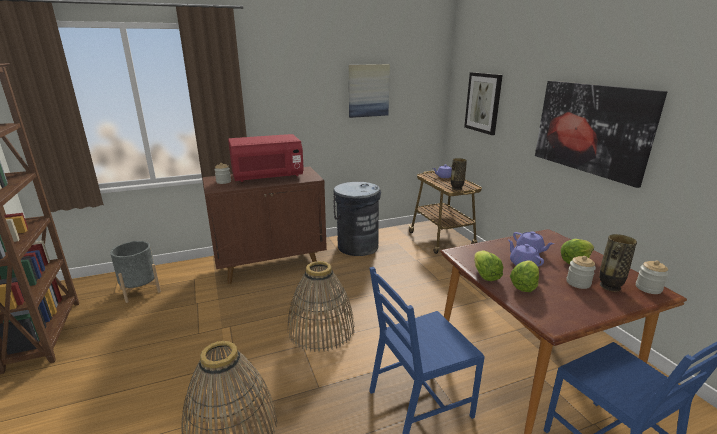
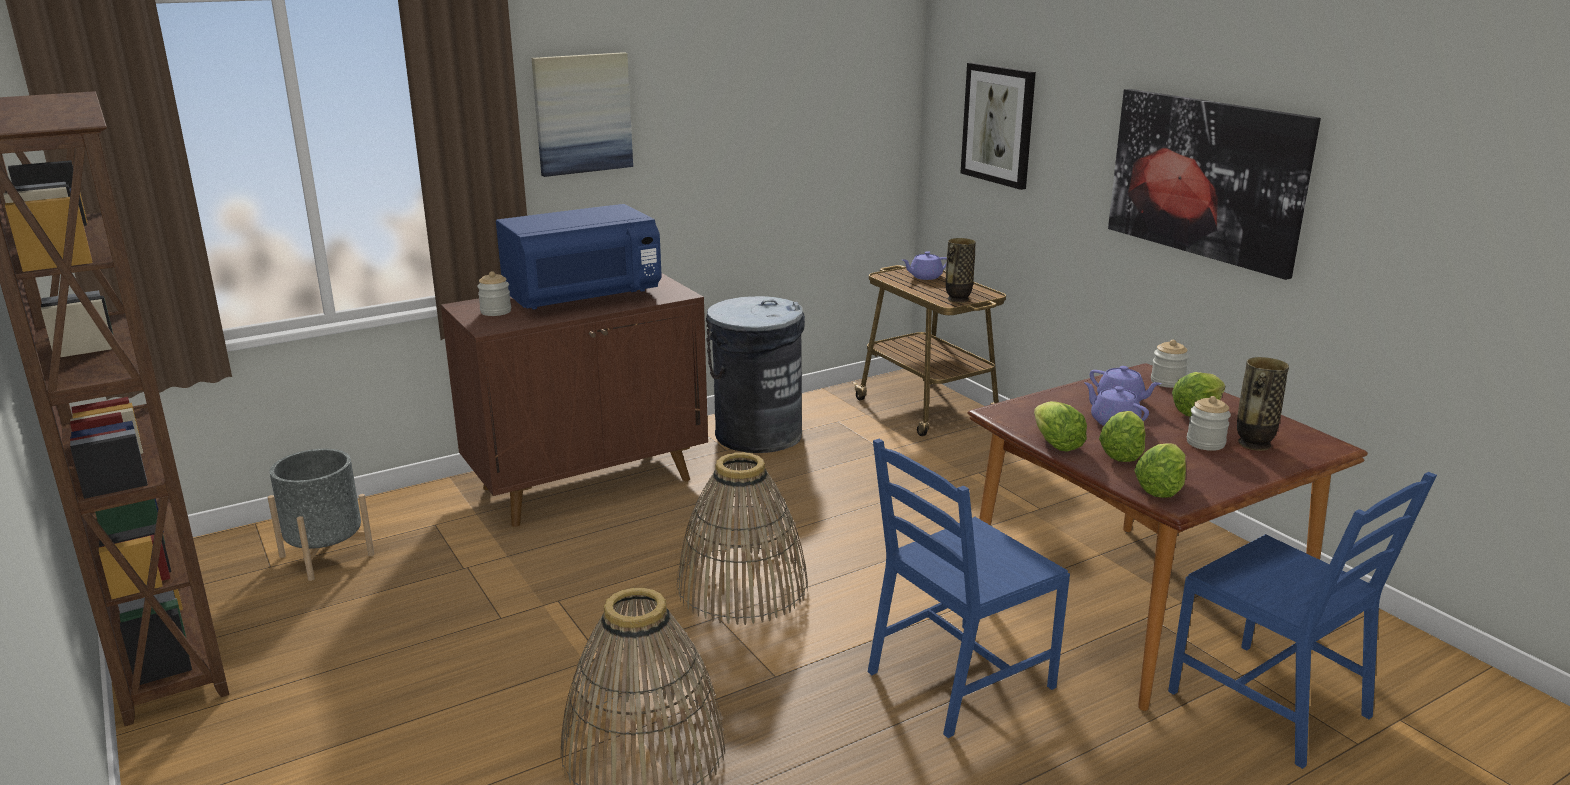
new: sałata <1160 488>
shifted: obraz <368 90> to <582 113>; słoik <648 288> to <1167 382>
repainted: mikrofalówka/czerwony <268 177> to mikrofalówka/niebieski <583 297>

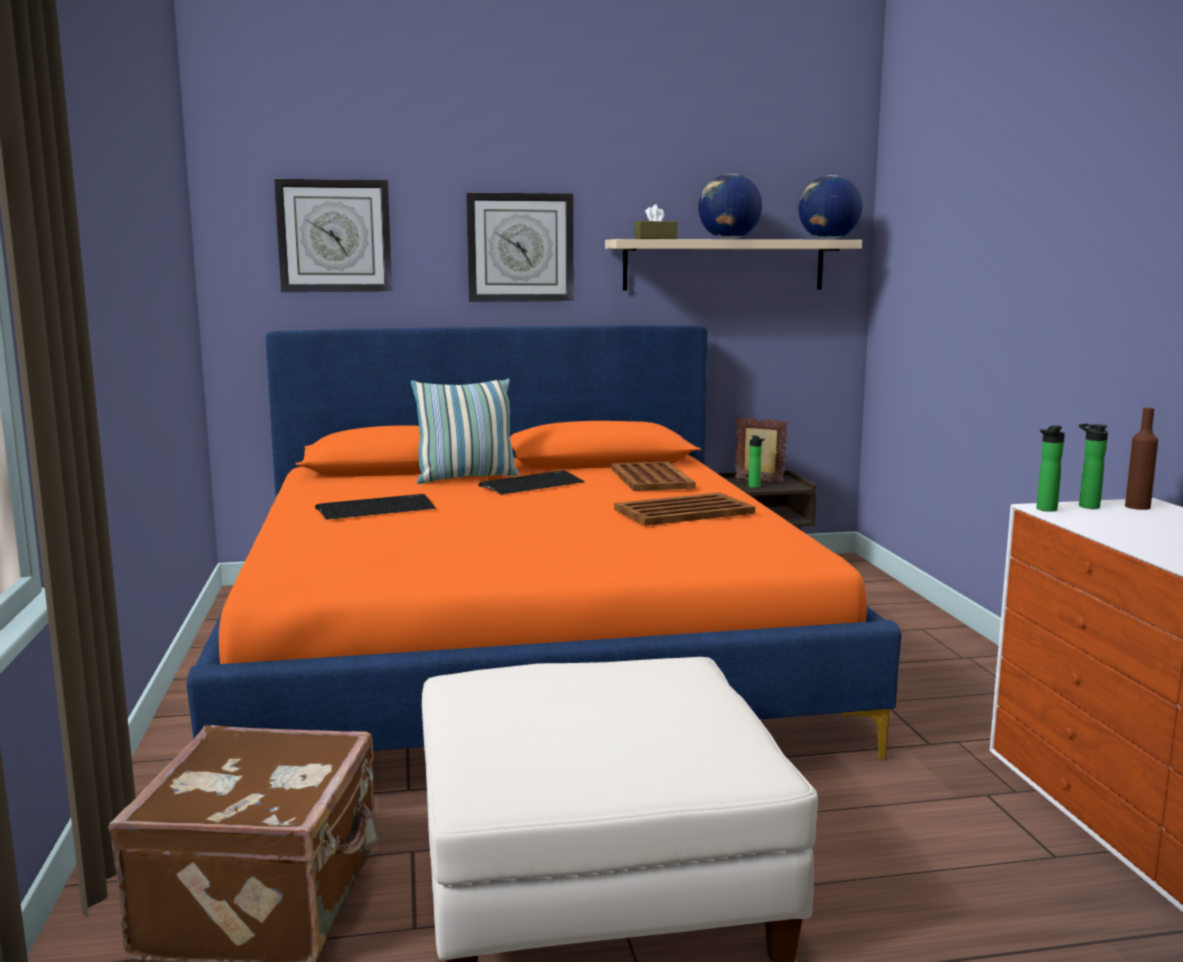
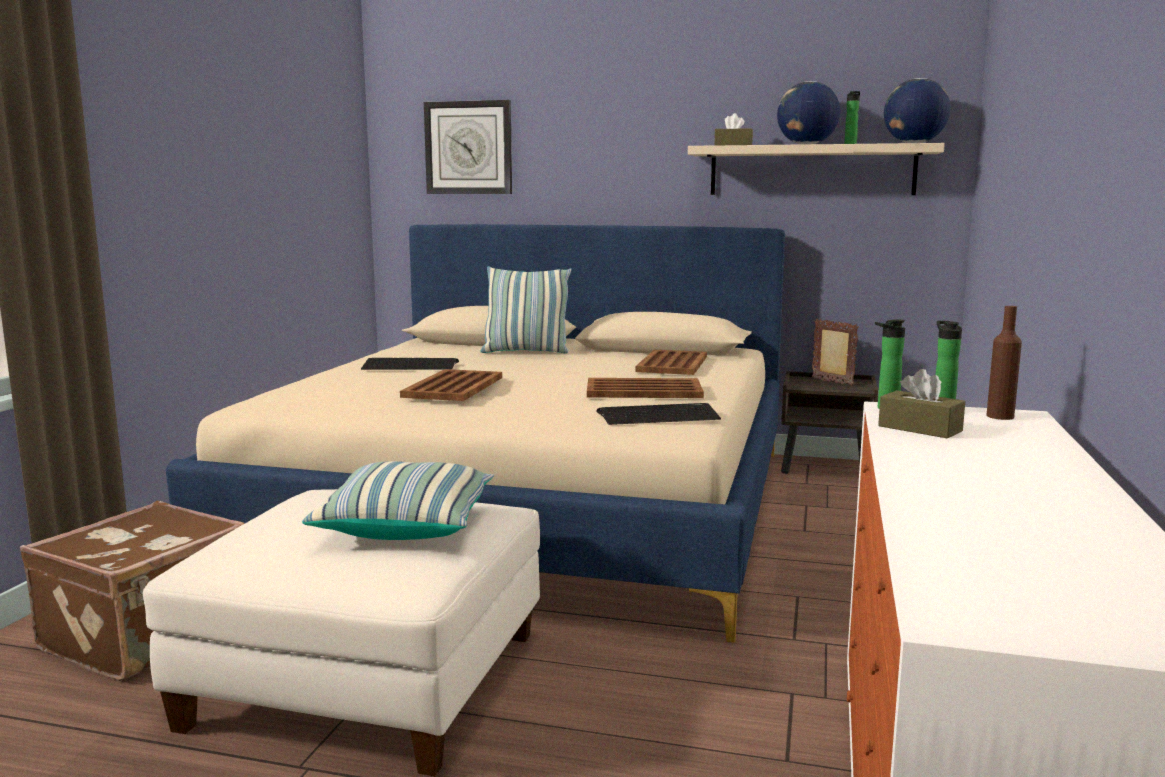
gone: zegar ścienny <520 248>
new: poduszka <406 525>; taca/brązowy <454 387>; pudełko chusteczek/brązowy <920 428>
shifted: klawiatura <532 484> to <658 416>; butelka <755 487> to <851 144>
repainted: łóżko/pomarańczowy <523 653> to łóżko/beżowy <532 505>

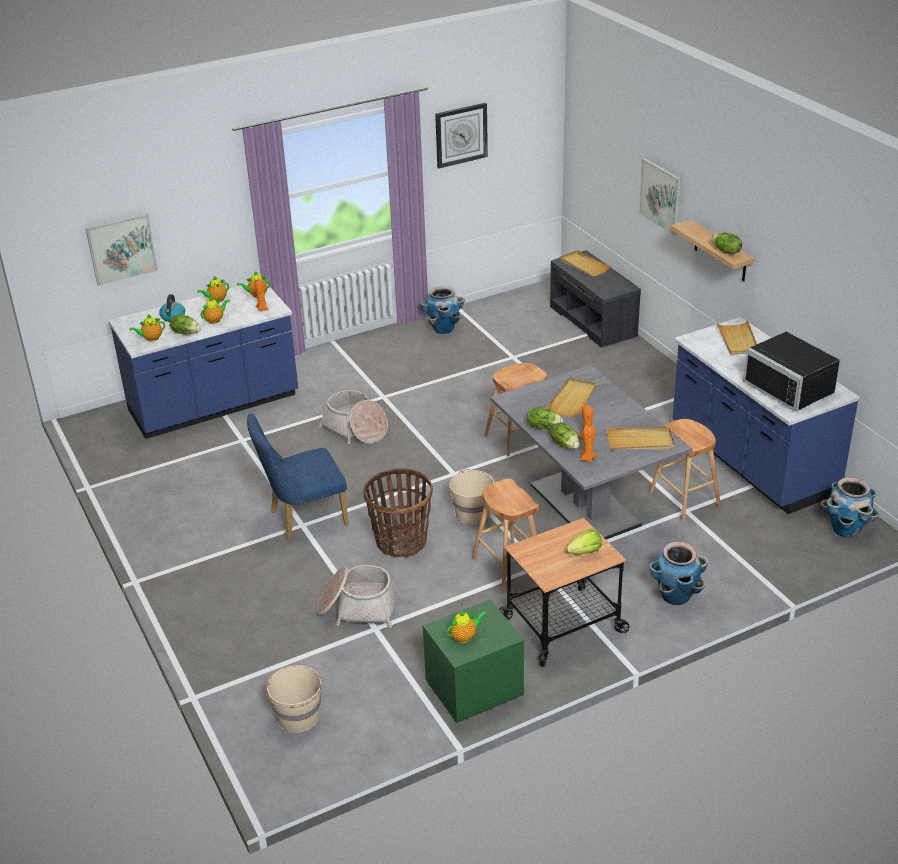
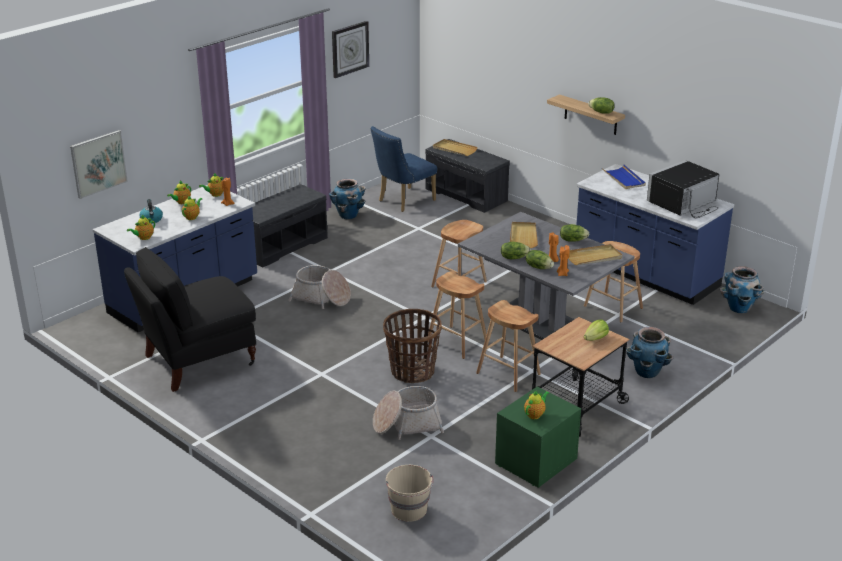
gone: obraz <660 196>
new: krzesło/czarny <198 360>; ławka/szary <283 245>
shifted: sałata <186 332> to <572 240>; krzesło/niebieski <303 518> to <403 201>
swapped: wiadro/beżowy <473 513> to stołek/brązowy <457 342>
repainted: taca/beżowy <737 340> to taca/niebieski <624 179>
rotated: mikrofalówka/czarny <792 387> = <684 204> 105 degrees clockwise

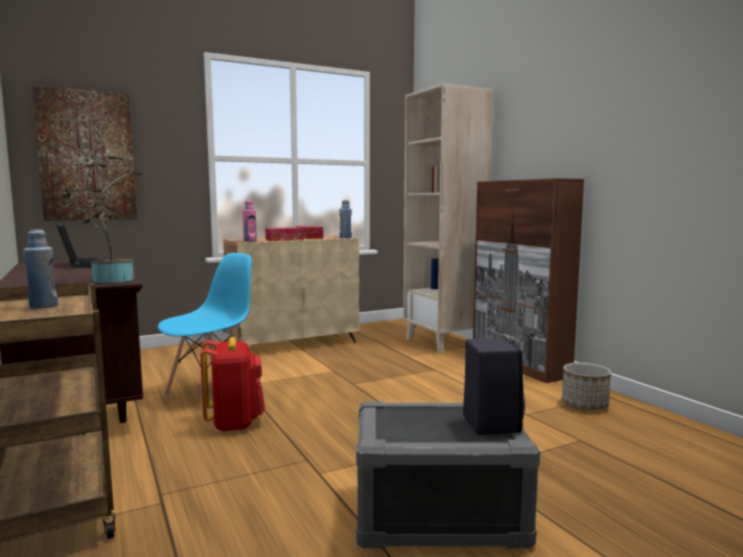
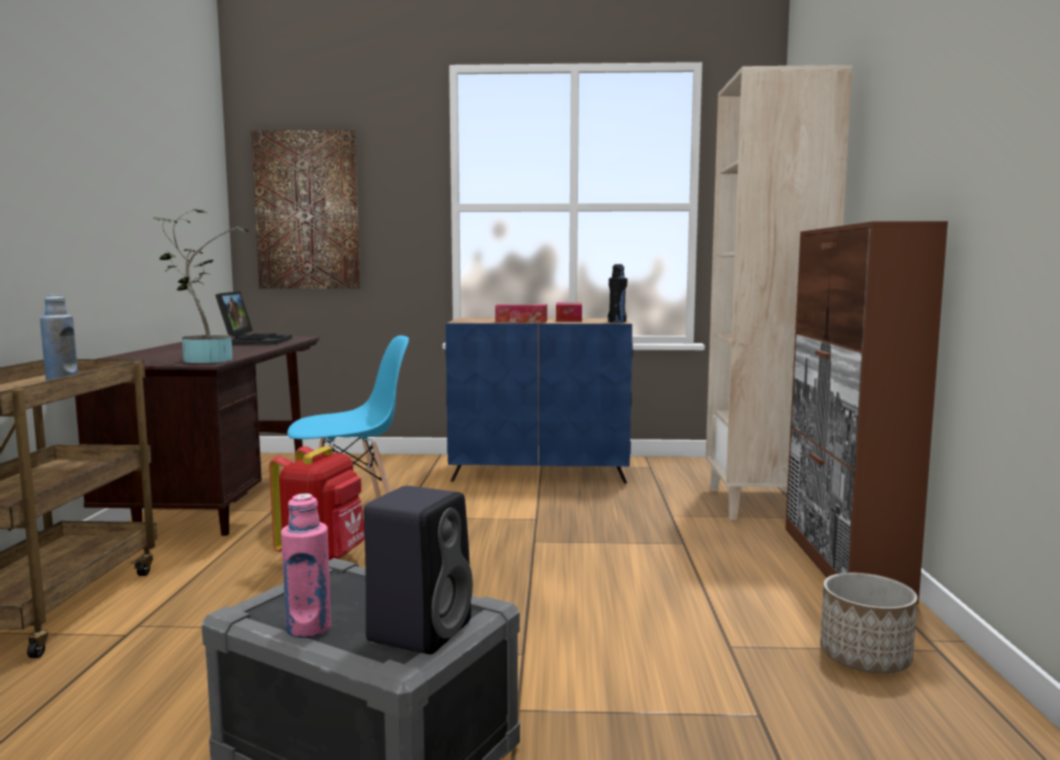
shifted: butelka/różowy <250 241> to <308 628>
repainted: szafka/beżowy <294 343> to szafka/niebieski <540 472>; butelka/niebieski <345 237> to butelka/czarny <617 322>

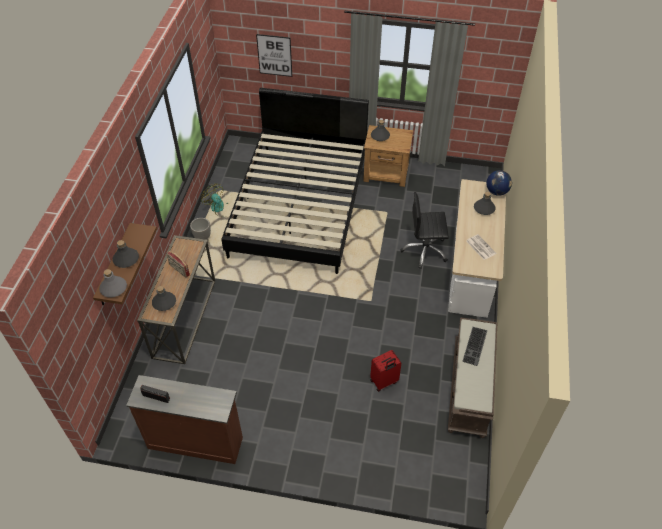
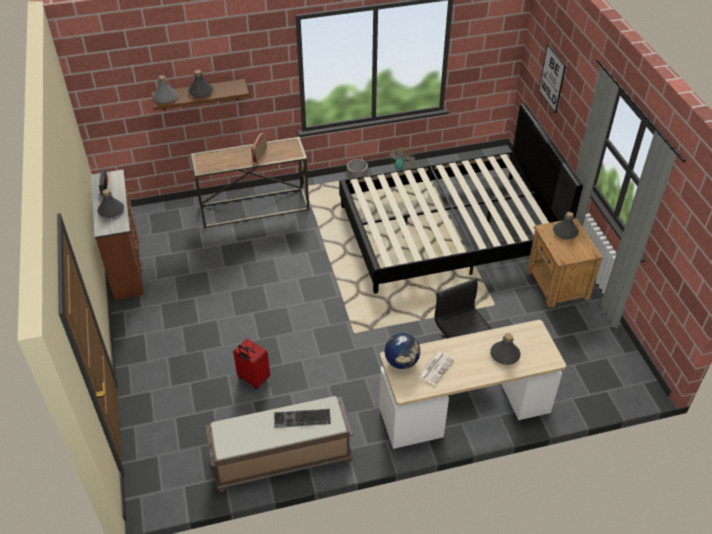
shifted: butelka/szary <164 302> to <111 210>; globus <497 191> to <402 362>

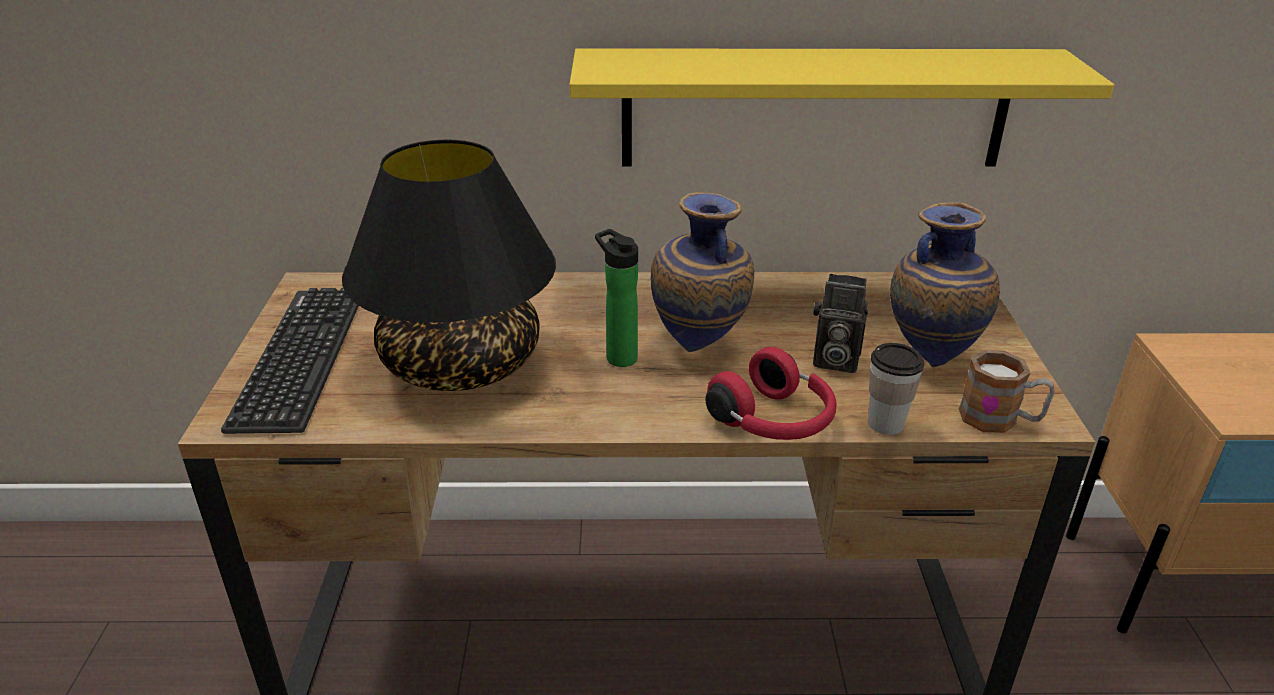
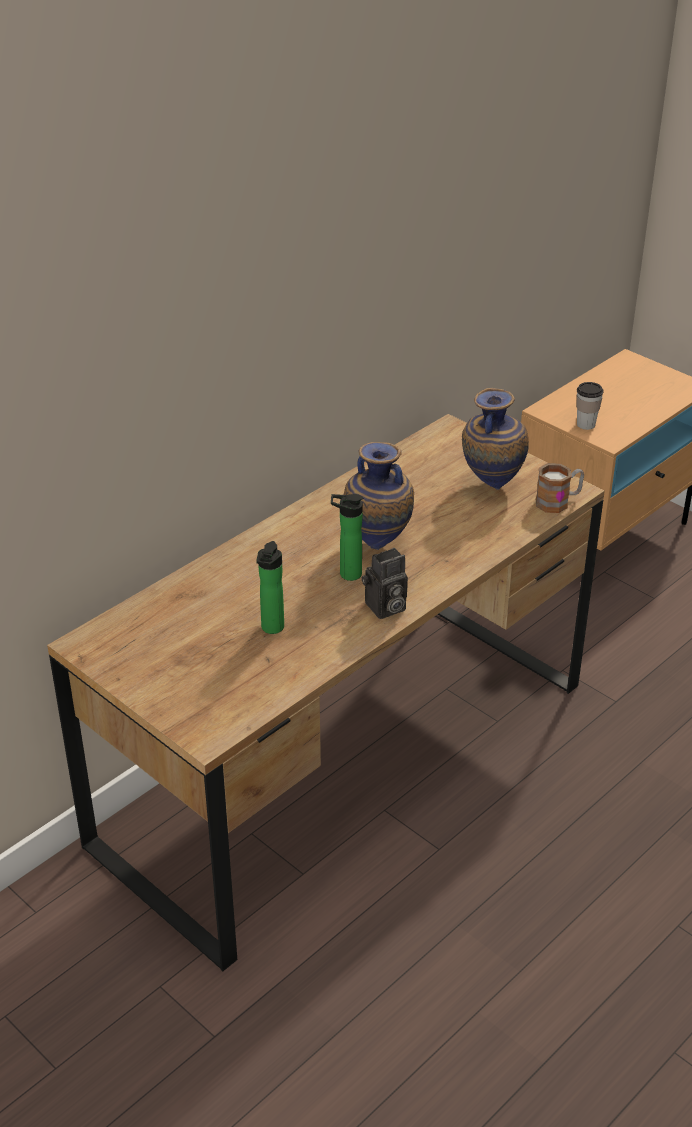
gone: klawiatura <300 357>; półka/żółty <814 108>; słuchawki/czerwony <774 421>
shifted: aparat fotograficzny <833 360> to <385 608>; filiżanka <885 423> to <585 424>
swapped: lampa stołowa/czarny <460 363> to butelka <271 629>

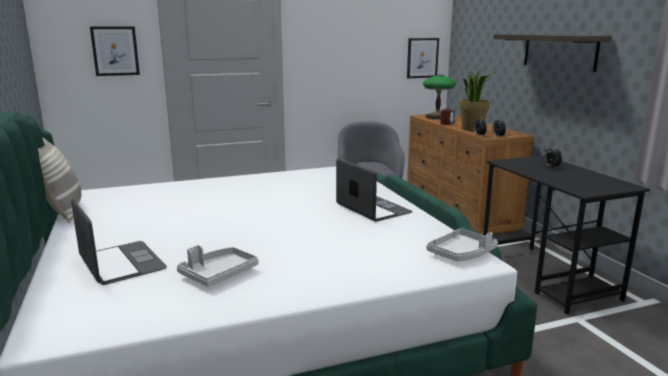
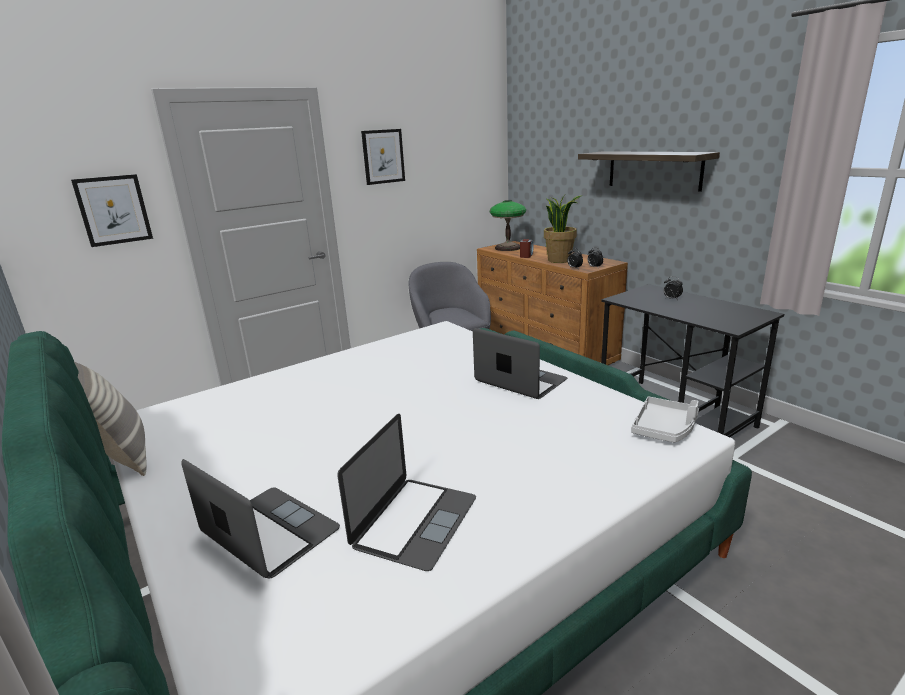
shifted: obraz <422 58> to <383 156>
swapped: taca/szary <218 274> to laptop <415 521>

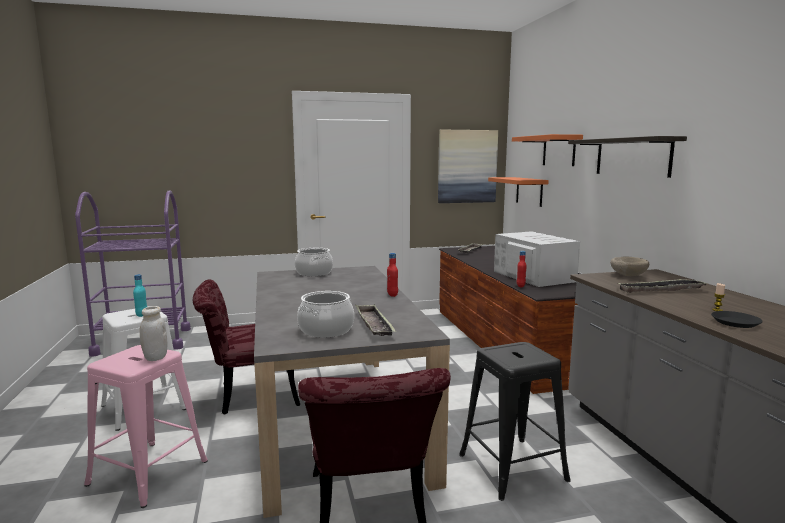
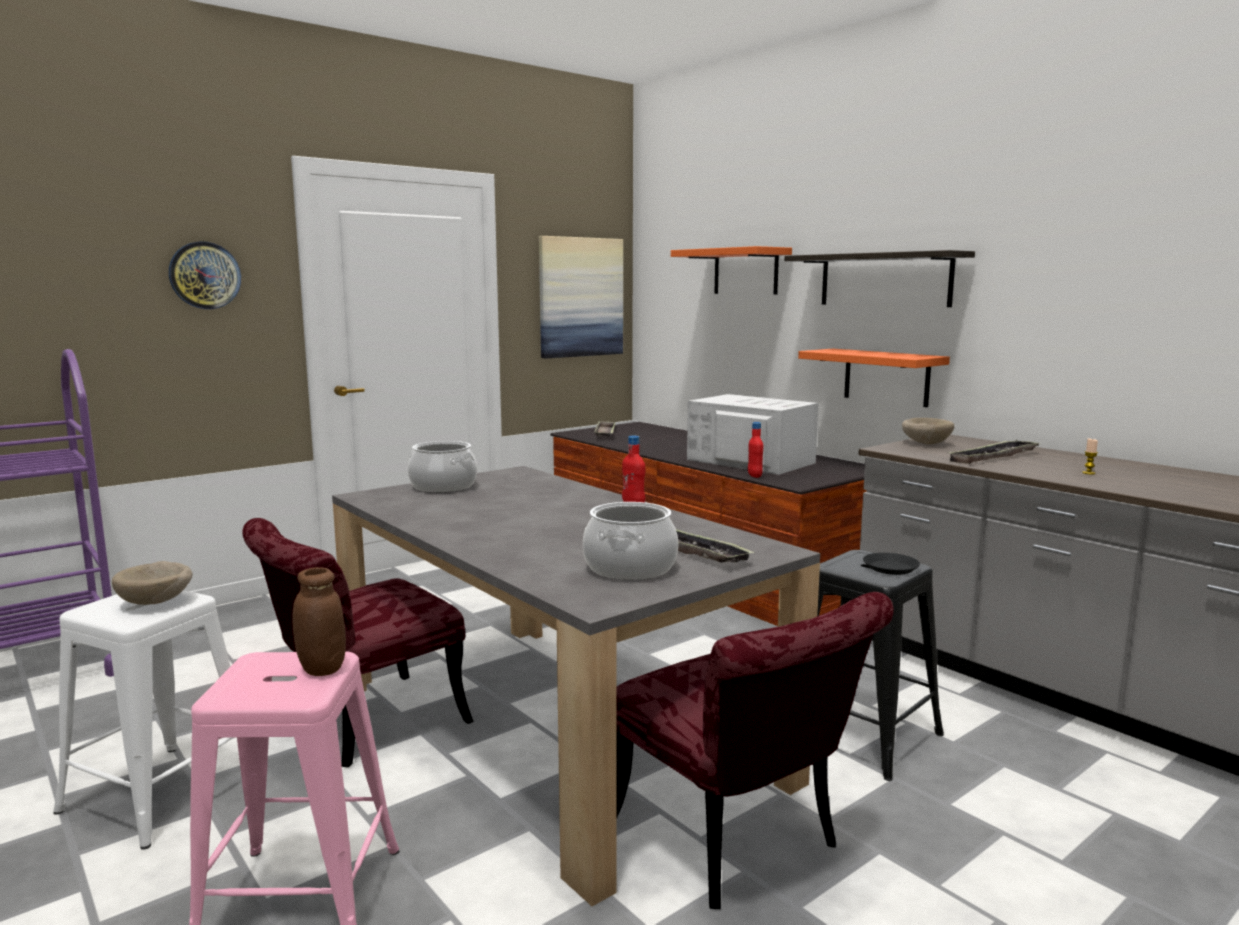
new: zegar ścienny <205 275>
shifted: półka/pomarańczowy <529 191> to <886 377>; talerz/czarny <735 322> to <890 568>
swapped: butelka/turkusowy <142 315> to miska/beżowy <157 602>
repainted: słoik/biały <155 357> to słoik/brązowy <322 669>

